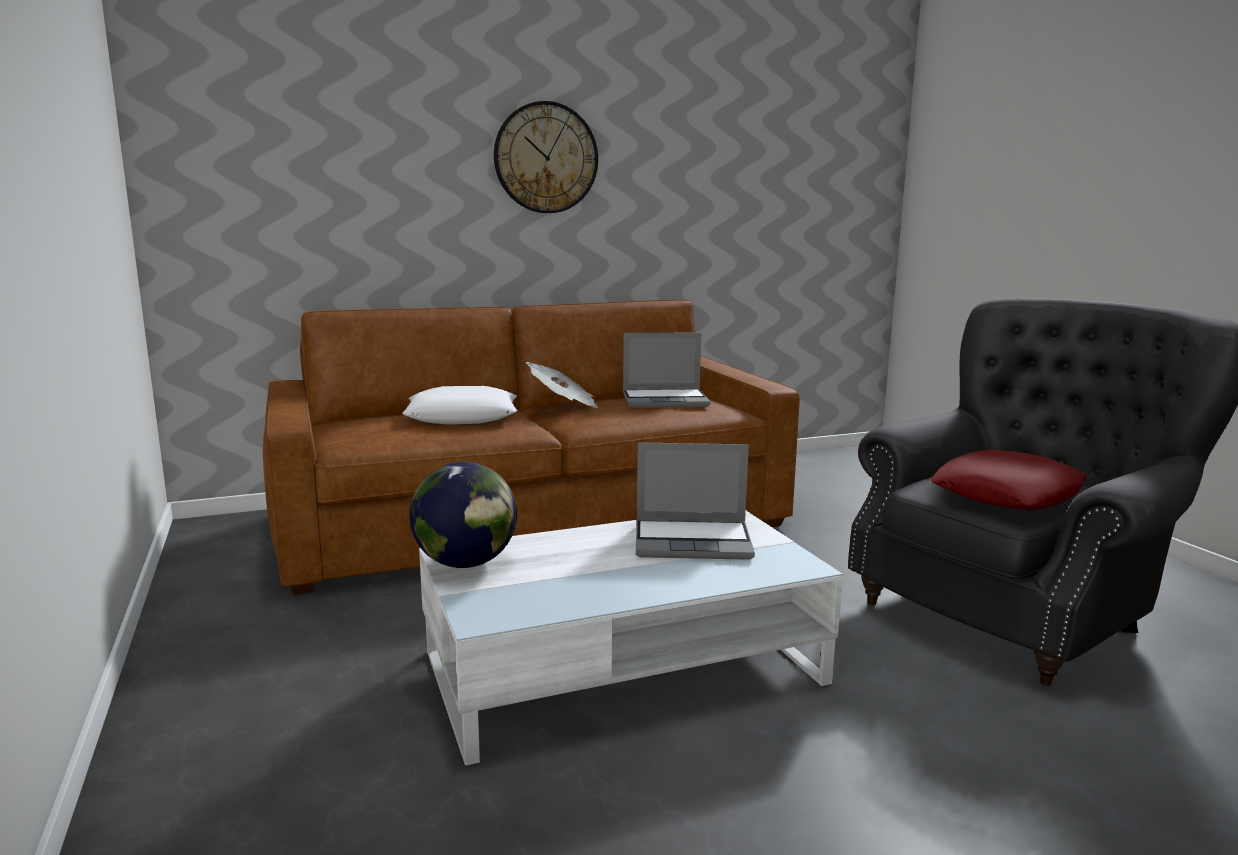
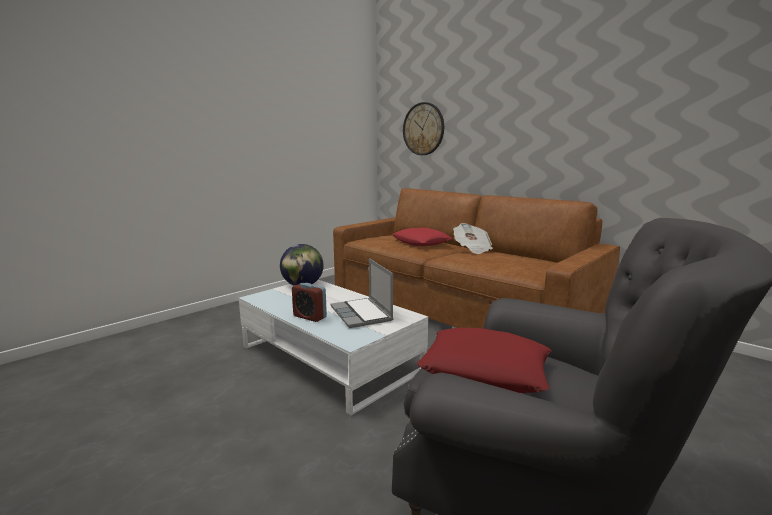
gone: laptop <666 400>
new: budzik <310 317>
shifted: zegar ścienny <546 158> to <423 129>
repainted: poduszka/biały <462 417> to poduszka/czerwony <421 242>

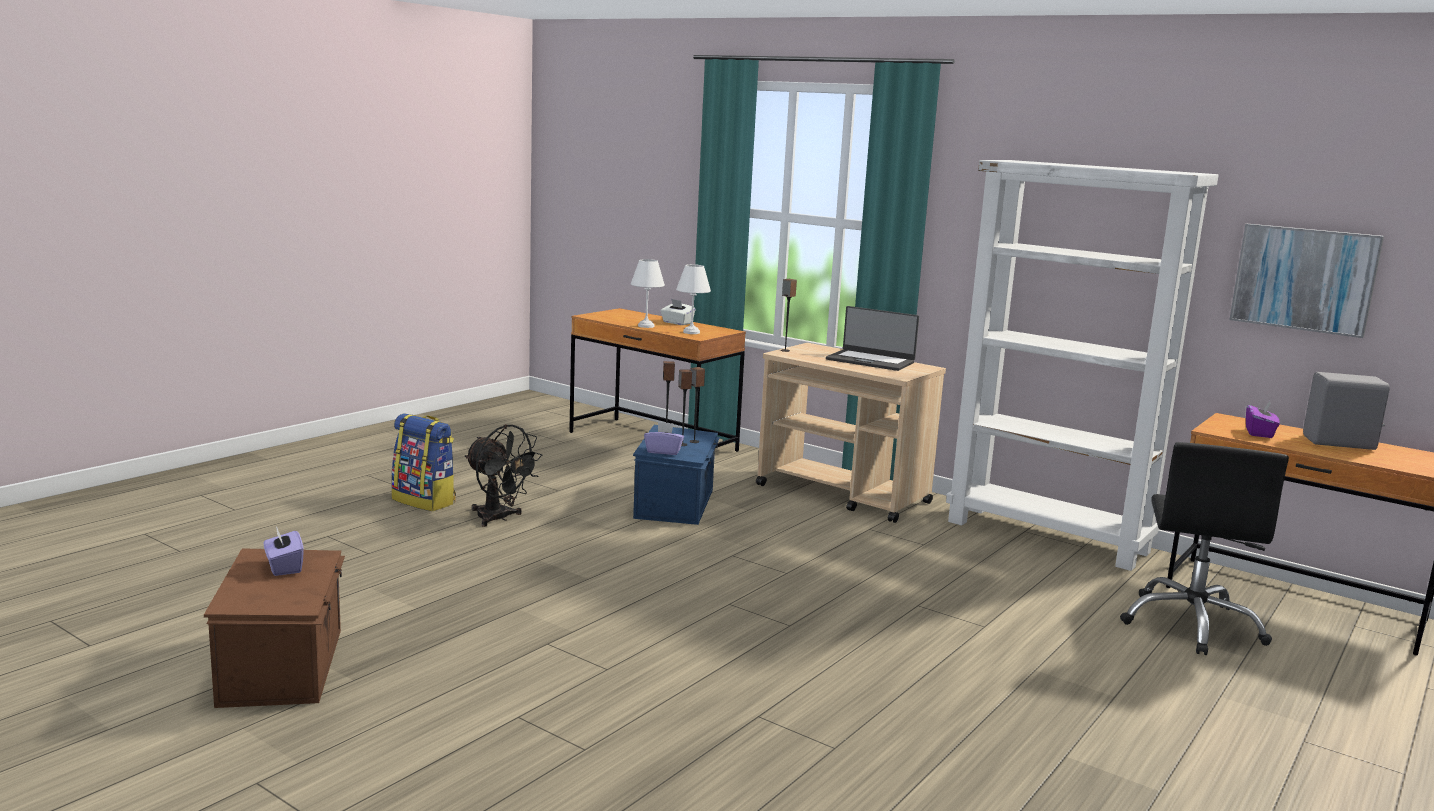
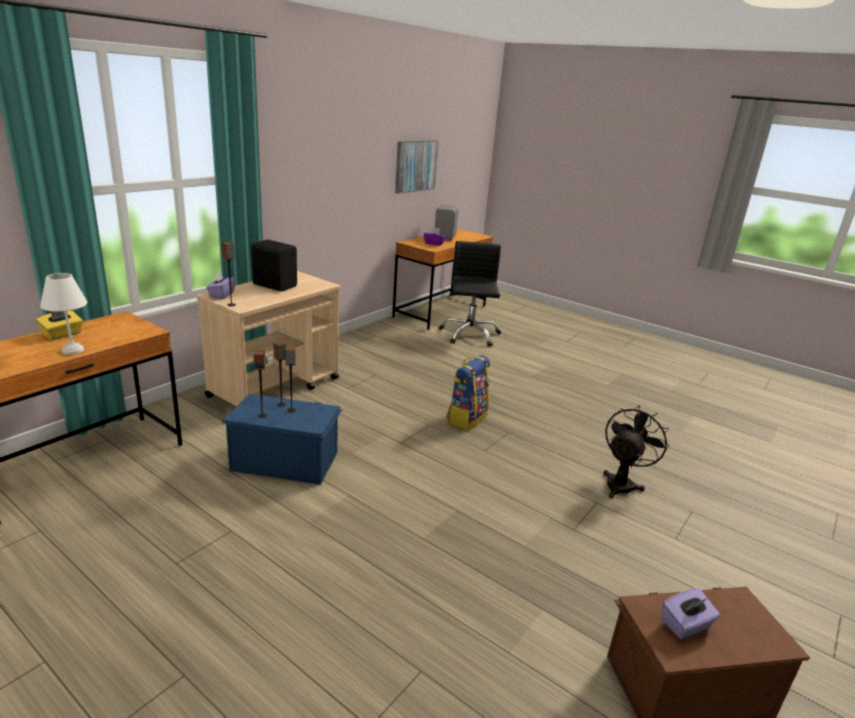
gone: lampa stołowa/biały <692 332>; regał/biały <1048 537>
shifted: plecak <425 501> to <466 418>; wentylator/czarny <499 518> to <622 483>; pudełko chusteczek/fioletowy <663 451> to <221 295>
swapped: laptop <870 361> to głośnik/czarny <275 285>
repainted: pudełko chusteczek/biały <677 323> to pudełko chusteczek/żółty <62 334>
rotated: krzesło biurowe/czarny <1192 624> = <469 334> 105 degrees counterclockwise

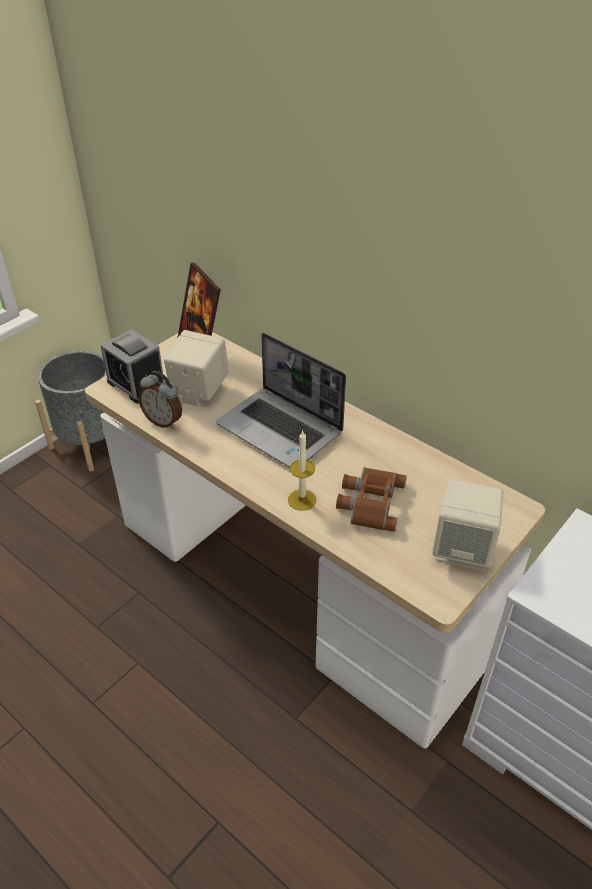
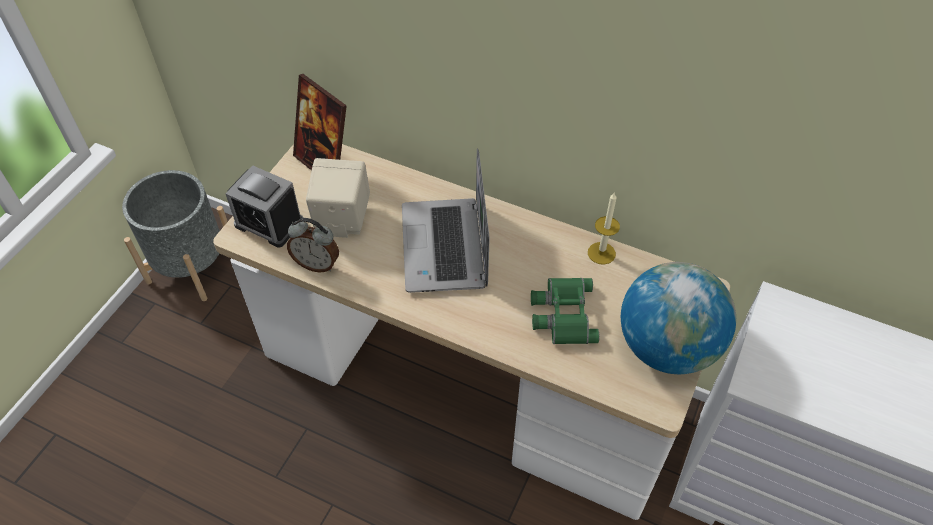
shifted: świeca <302 500> to <601 253>
swapped: głośnik/beżowy <462 549> to globus <667 347>
repainted: lornetka/brązowy <369 501> to lornetka/zielony <562 314>
rotated: laptop <281 429> = <446 248> 60 degrees clockwise

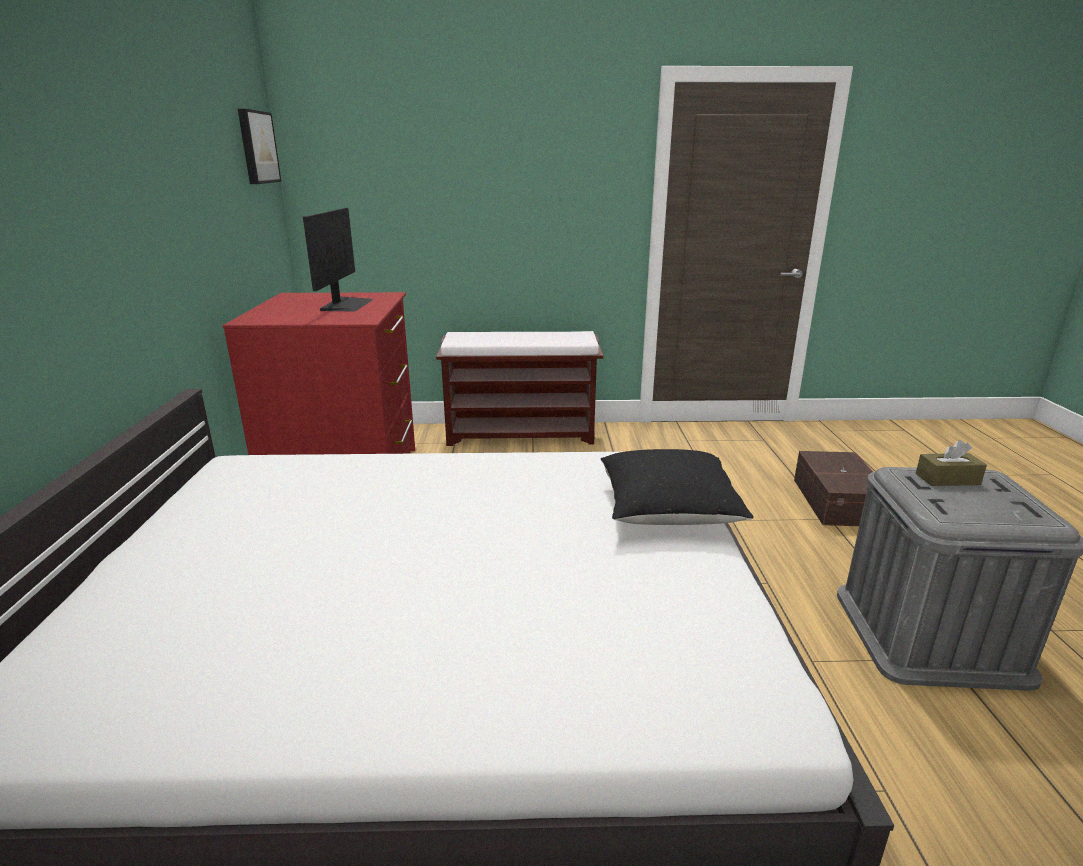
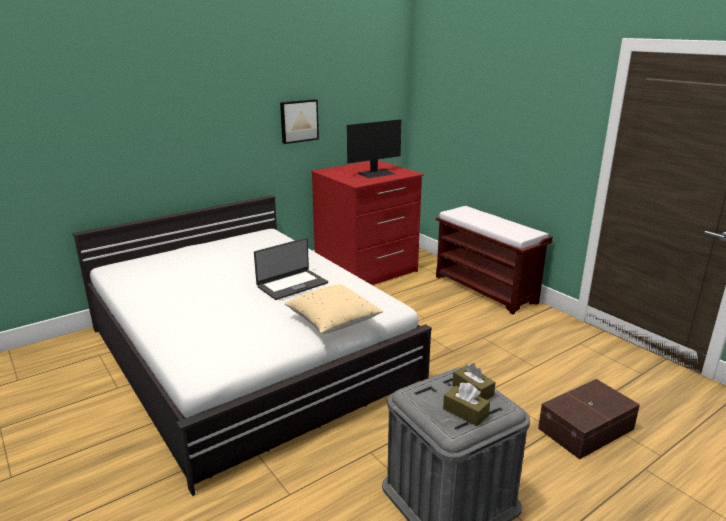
new: laptop <292 284>; pudełko chusteczek/brązowy <465 412>
shifted: obraz <256 147> to <298 121>
repainted: poduszka/czarny <668 510> to poduszka/beżowy <333 321>

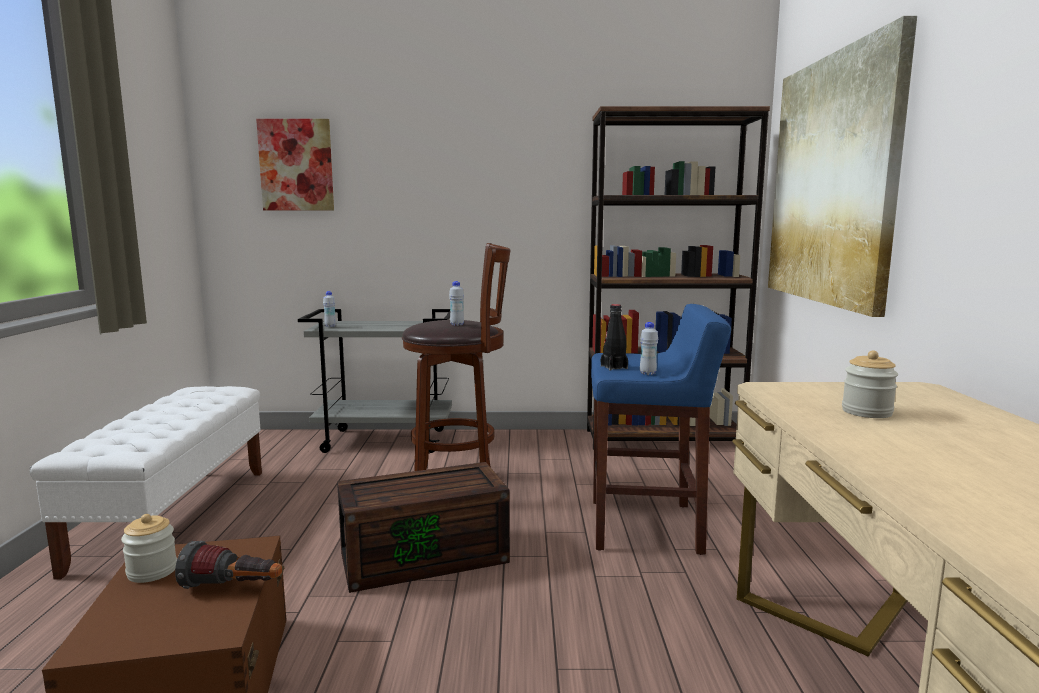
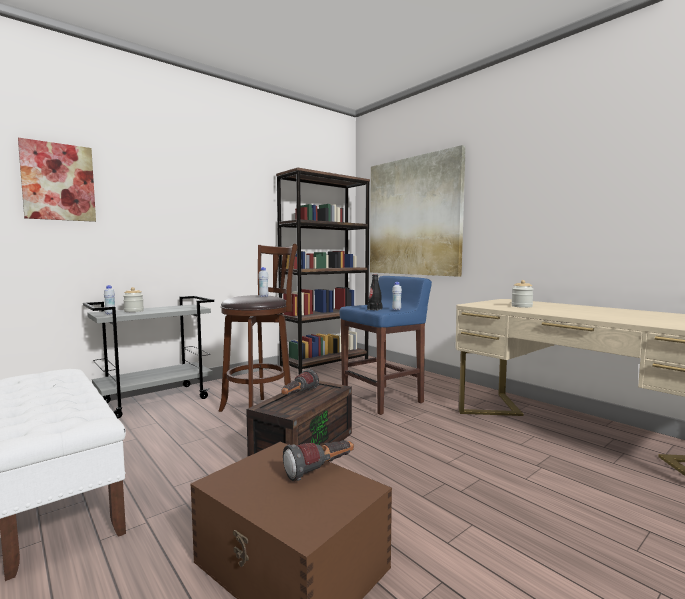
new: latarka <298 395>
shifted: słoik <152 571> to <134 311>

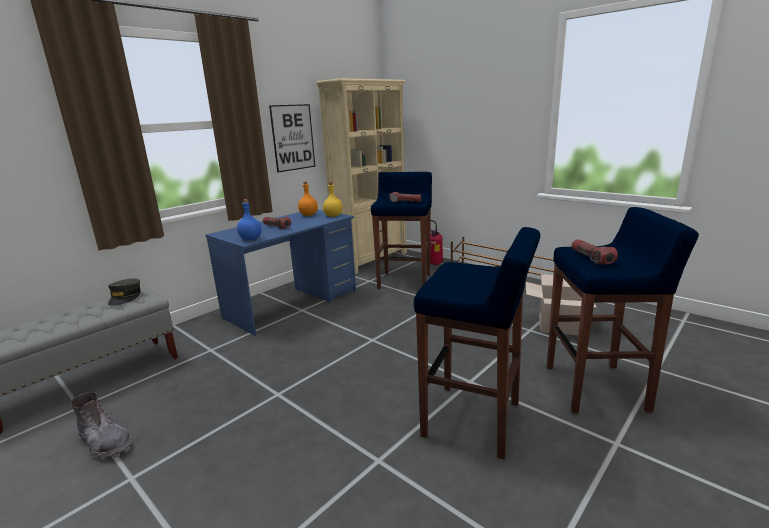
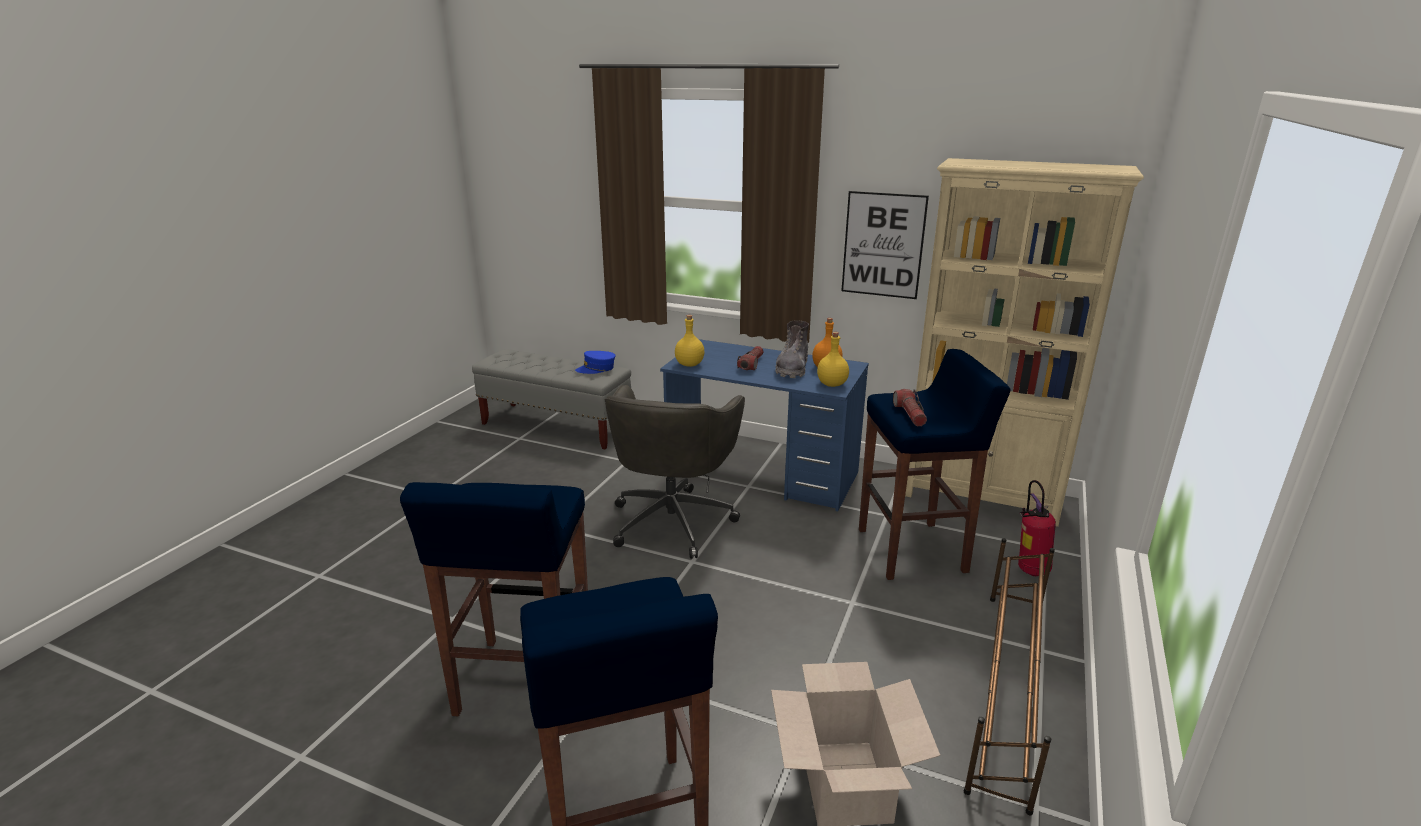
gone: latarka <591 258>
new: krzesło biurowe/szary <673 520>
shifted: but z cholewką/szary <105 443> to <792 368>
repainted: czapka z daszkiem/szary <125 297> to czapka z daszkiem/niebieski <596 369>; butelka/niebieski <251 239> to butelka/żółty <690 364>

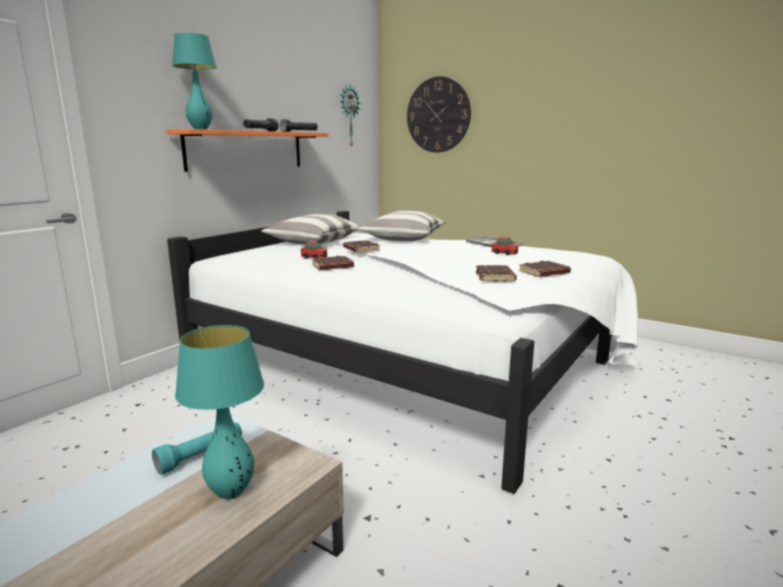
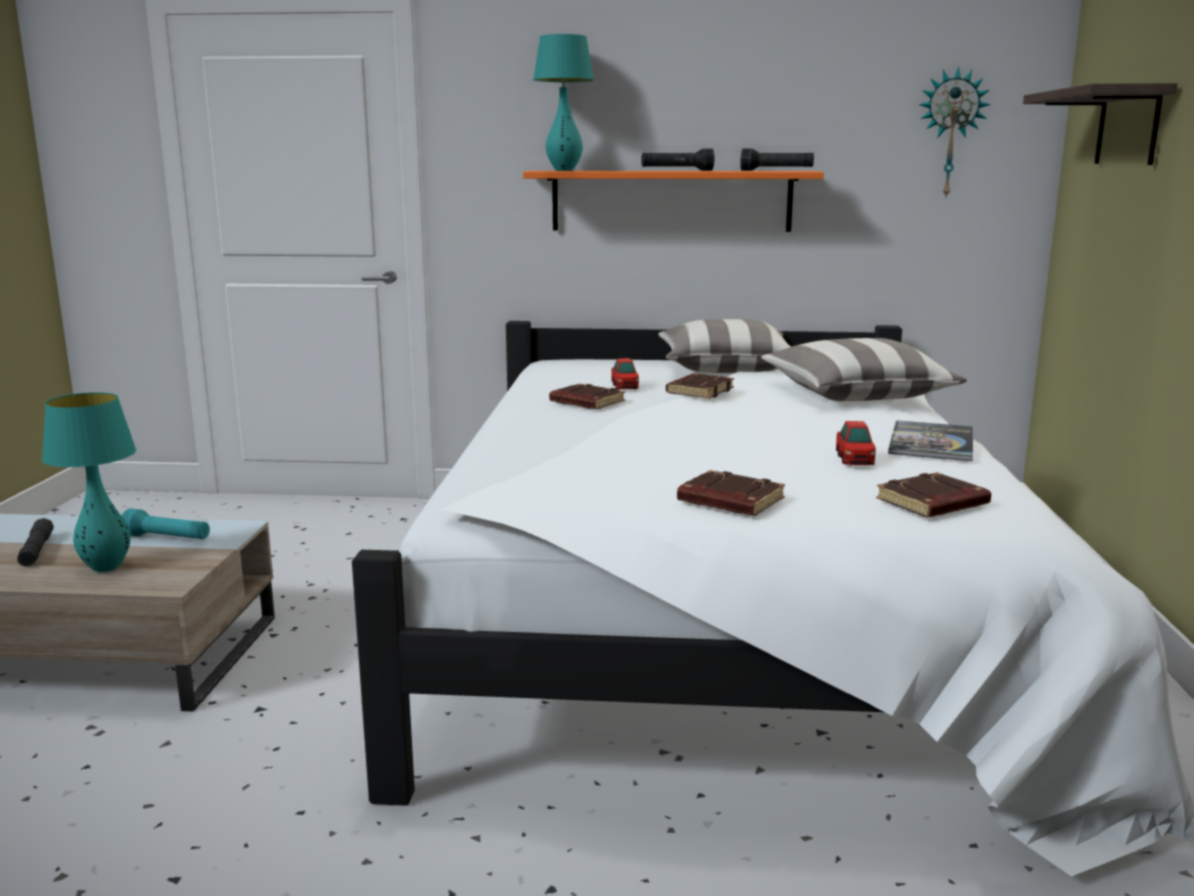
new: latarka/szary <36 550>
shifted: książka/brązowy <496 277> to <932 504>
swapped: zegar ścienny <438 115> to półka <1128 127>

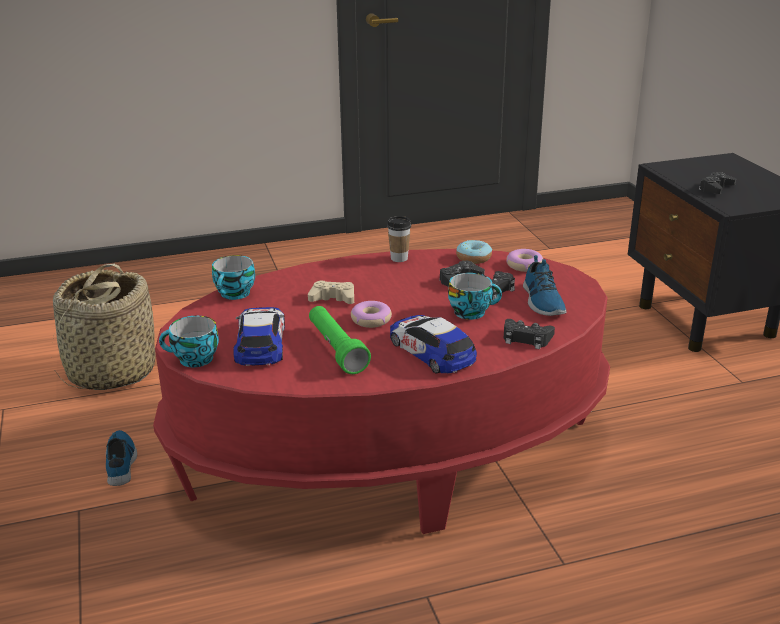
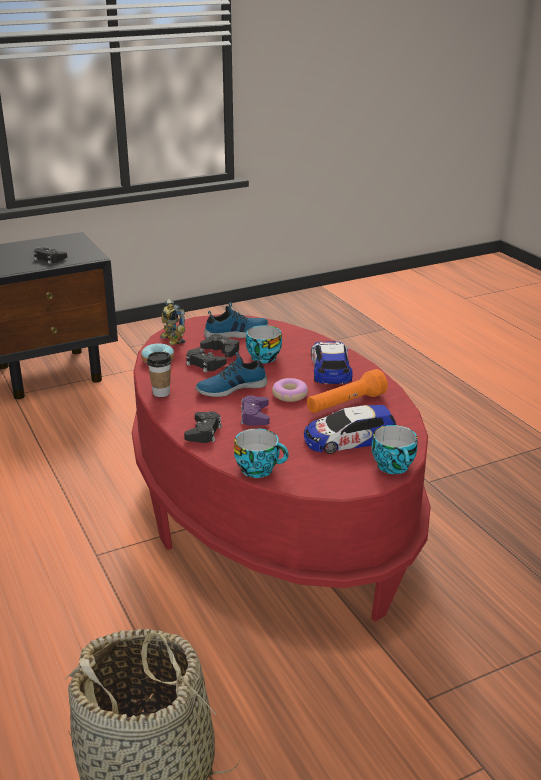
shifted: but <121 461> to <231 387>; pad do gier/czarny <526 338> to <204 432>
swapped: donut <524 265> to robot zabawkowy <171 340>
repainted: pad do gier/beżowy <333 298> to pad do gier/fioletowy <254 416>; latarka/zielony <336 349> to latarka/pomarańczowy <345 404>
rotated: samochodzik <431 350> = <330 368> 135 degrees clockwise

